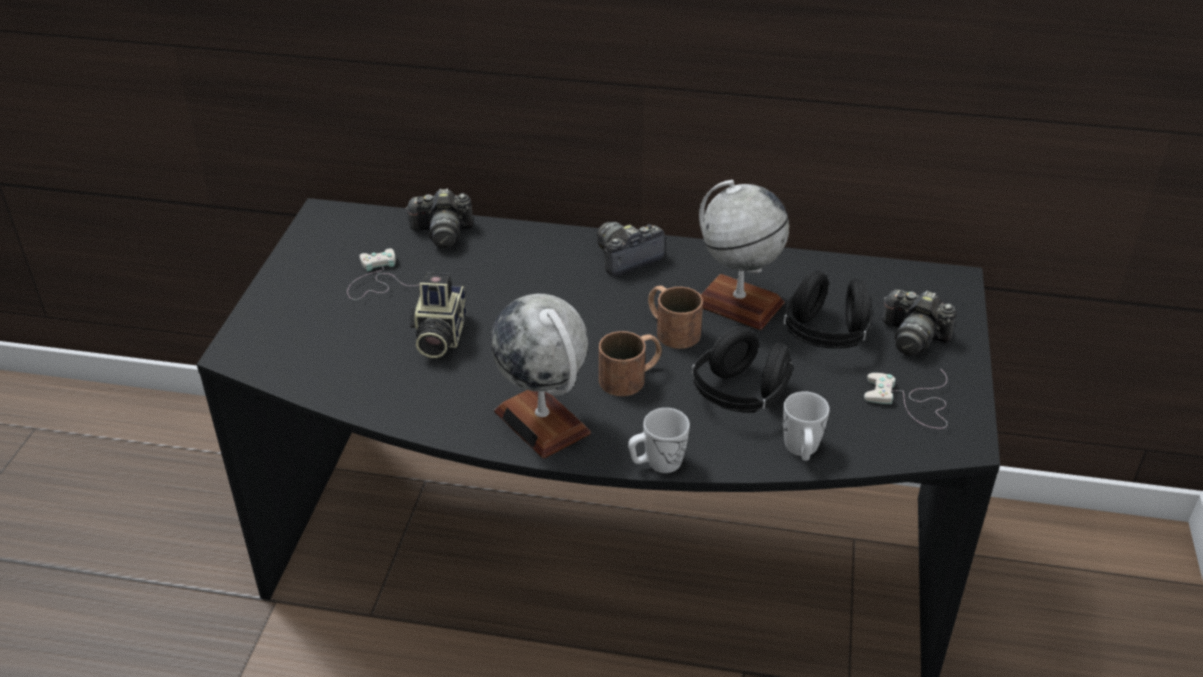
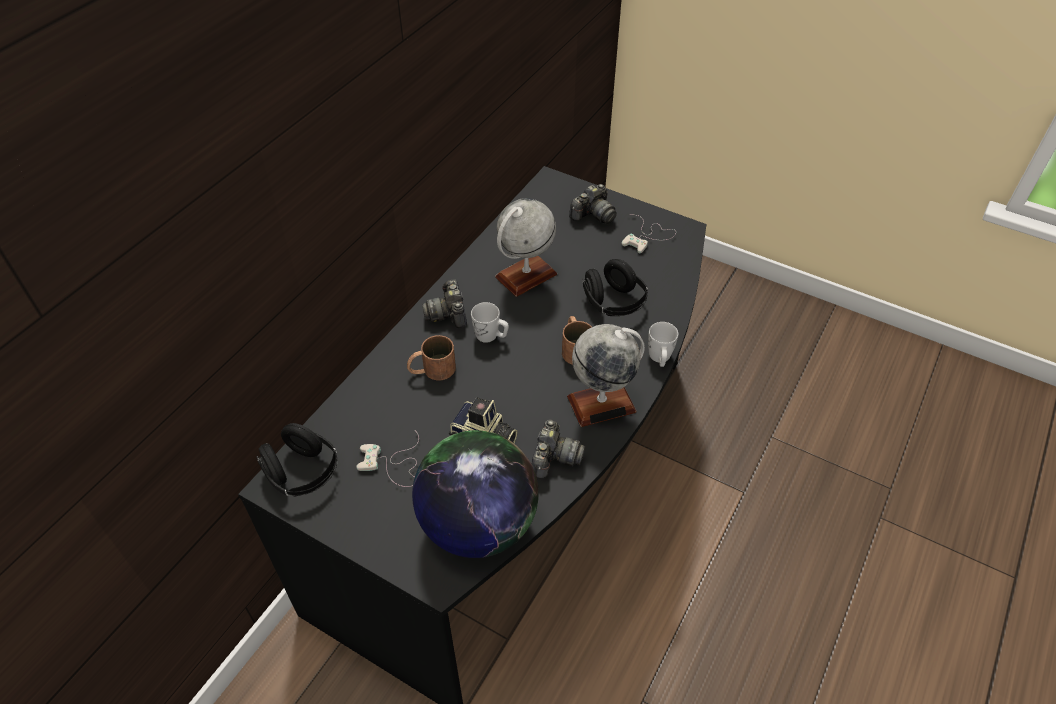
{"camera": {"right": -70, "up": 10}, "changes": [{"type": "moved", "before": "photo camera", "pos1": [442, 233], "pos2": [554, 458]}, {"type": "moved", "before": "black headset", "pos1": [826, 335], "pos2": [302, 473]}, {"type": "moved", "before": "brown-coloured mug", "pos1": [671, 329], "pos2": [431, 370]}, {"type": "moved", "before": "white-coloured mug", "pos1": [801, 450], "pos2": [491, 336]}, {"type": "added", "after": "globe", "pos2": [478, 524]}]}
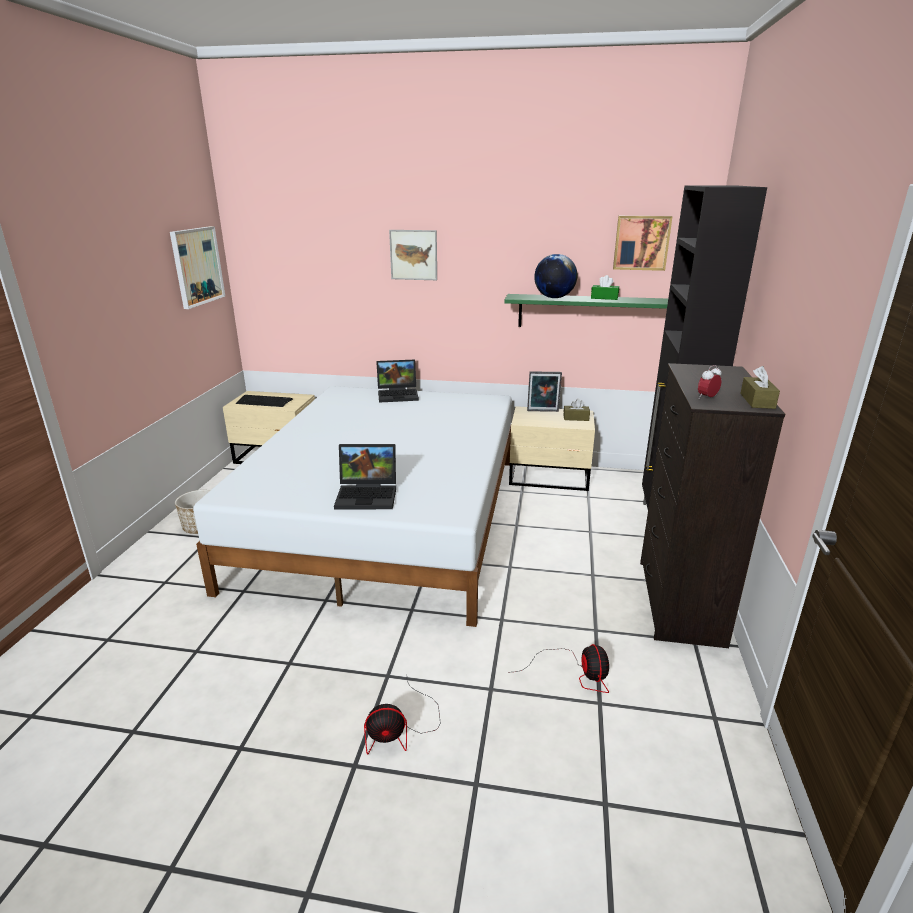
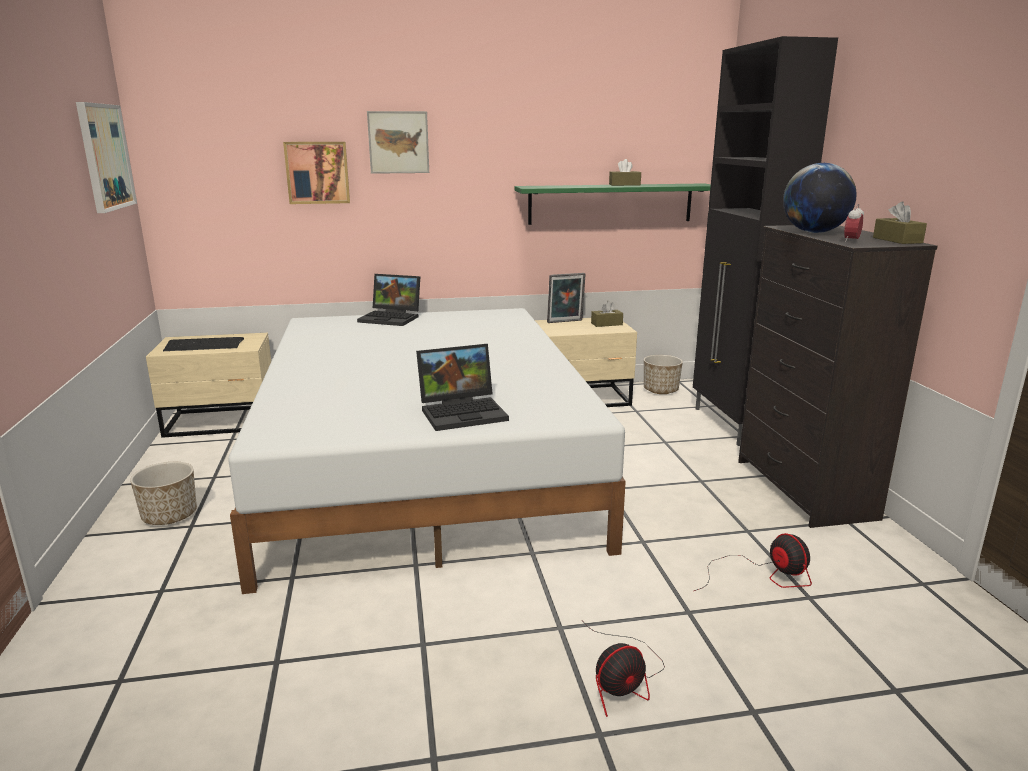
{"camera": {"right": -20, "up": -5}, "changes": [{"type": "moved", "before": "wall art", "pos1": [641, 242], "pos2": [317, 172]}, {"type": "moved", "before": "globe", "pos1": [554, 298], "pos2": [814, 232]}, {"type": "recoloured", "before": "green-coloured box of tissues", "after": "brown-coloured box of tissues", "pos1": [604, 298], "pos2": [624, 185]}, {"type": "turned", "before": "portable computer", "pos1": [399, 395], "pos2": [392, 318], "turn": 45}, {"type": "added", "after": "planter", "pos2": [660, 390]}]}
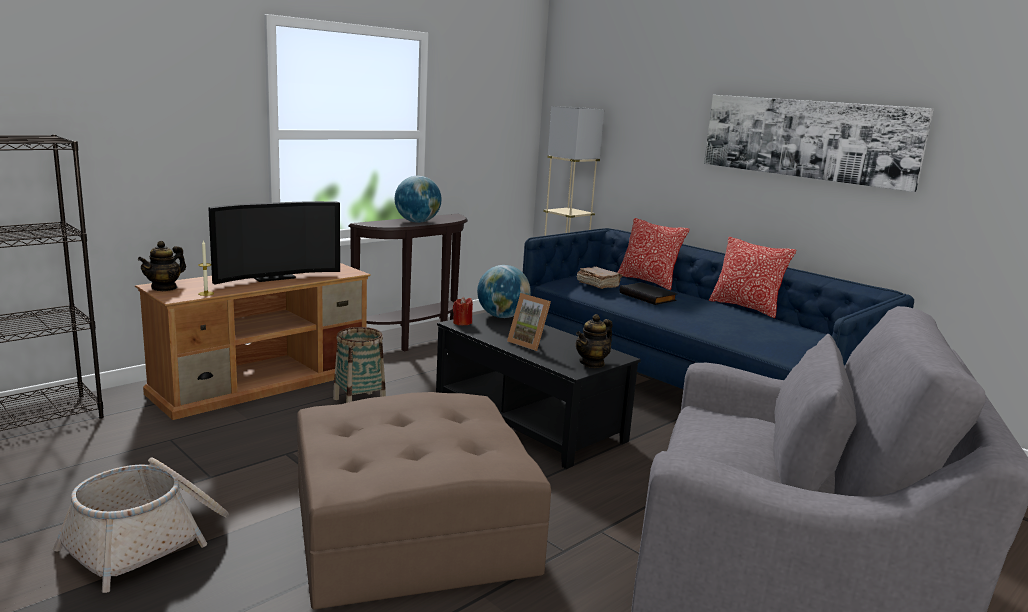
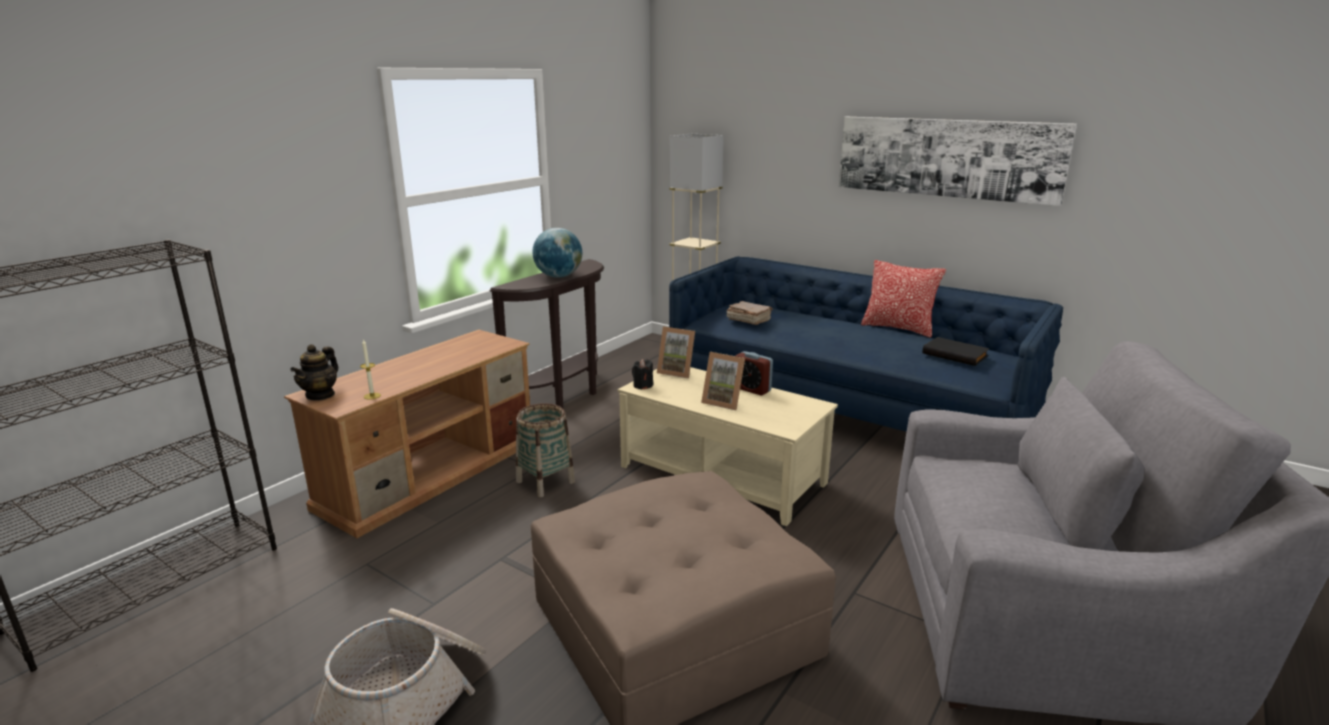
{"camera": {"right": -10, "up": 5}, "changes": [{"type": "removed", "before": "TV set", "pos1": [273, 277]}, {"type": "removed", "before": "cushion", "pos1": [648, 281]}, {"type": "replaced", "before": "globe", "after": "picture frame", "pos1": [502, 316], "pos2": [677, 371]}, {"type": "moved", "before": "black volume", "pos1": [648, 297], "pos2": [955, 354]}, {"type": "recoloured", "before": "red candle", "after": "black candle", "pos1": [462, 323], "pos2": [643, 385]}, {"type": "recoloured", "before": "black coffee table", "after": "beige-coloured coffee table", "pos1": [529, 420], "pos2": [723, 474]}, {"type": "removed", "before": "pot for tea", "pos1": [592, 363]}, {"type": "added", "after": "bedside clock", "pos2": [752, 389]}]}
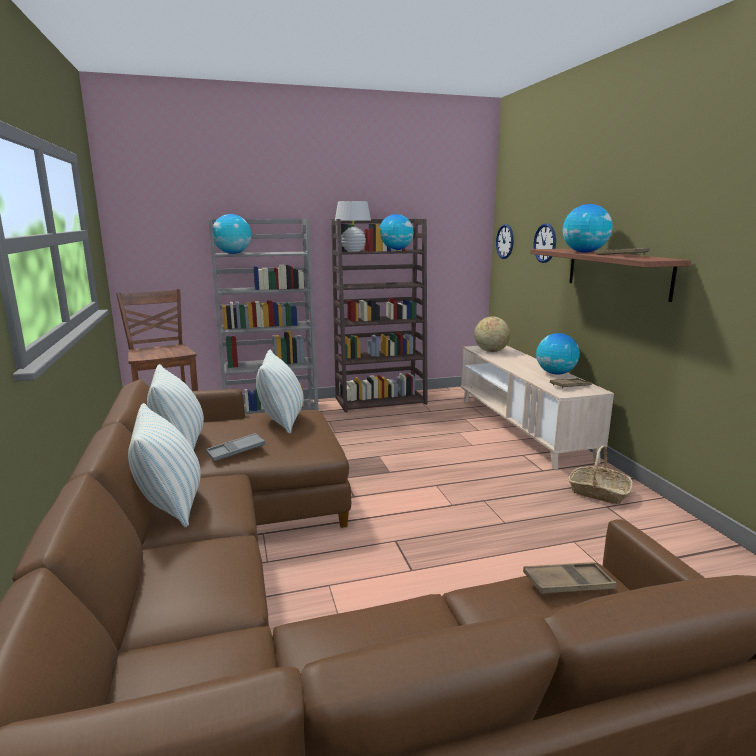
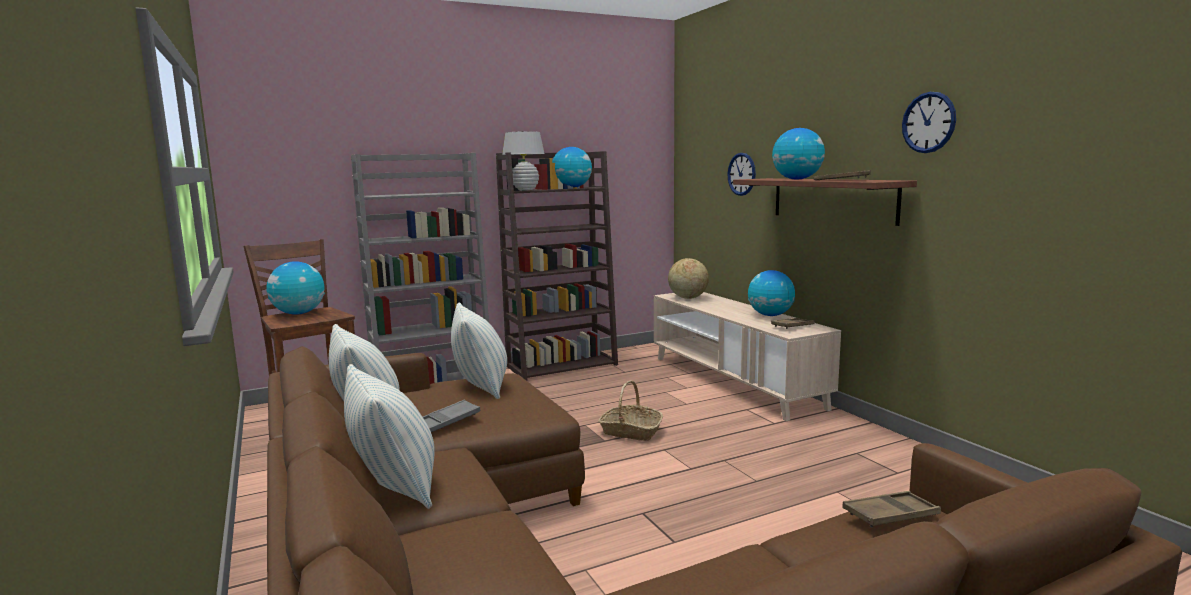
{"camera": {"right": -10, "up": -5}, "changes": [{"type": "moved", "before": "globe", "pos1": [233, 253], "pos2": [299, 313]}, {"type": "moved", "before": "wall clock", "pos1": [505, 241], "pos2": [928, 122]}, {"type": "moved", "before": "household basket", "pos1": [598, 492], "pos2": [630, 431]}]}
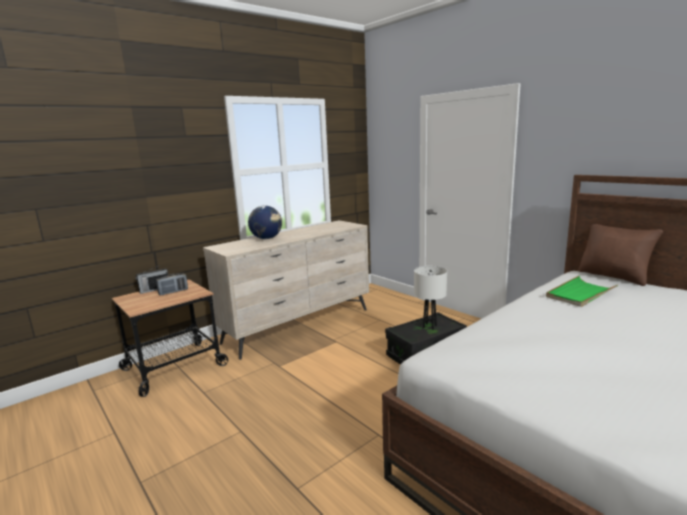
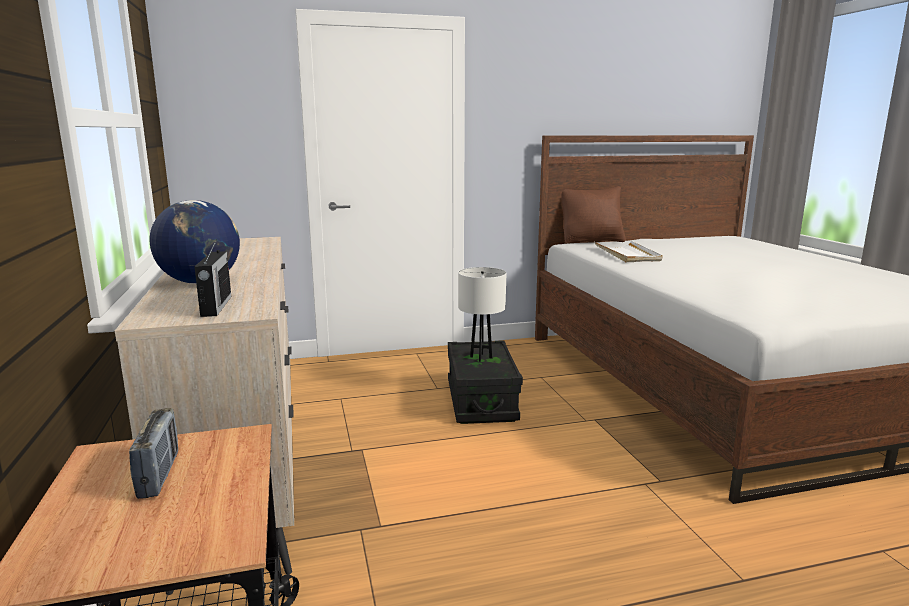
{"camera": {"right": -65, "up": 0}, "changes": [{"type": "moved", "before": "radio set", "pos1": [154, 290], "pos2": [216, 306]}, {"type": "recoloured", "before": "green-coloured carrying tray", "after": "white-coloured carrying tray", "pos1": [580, 294], "pos2": [627, 254]}]}
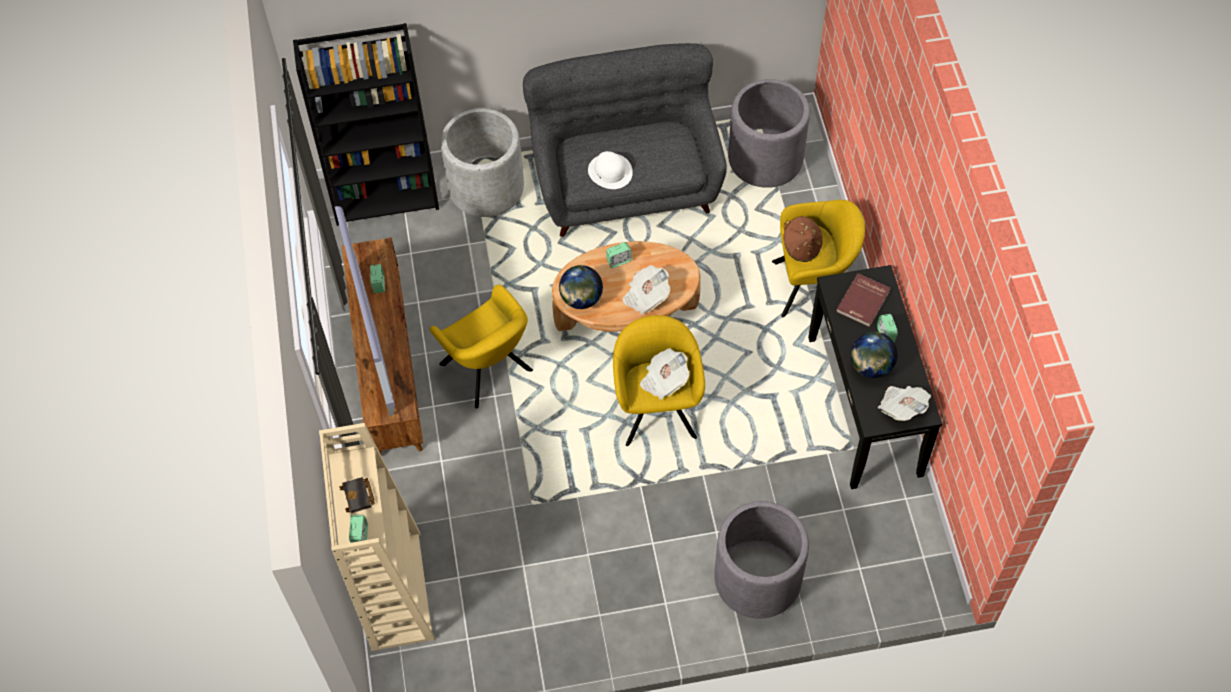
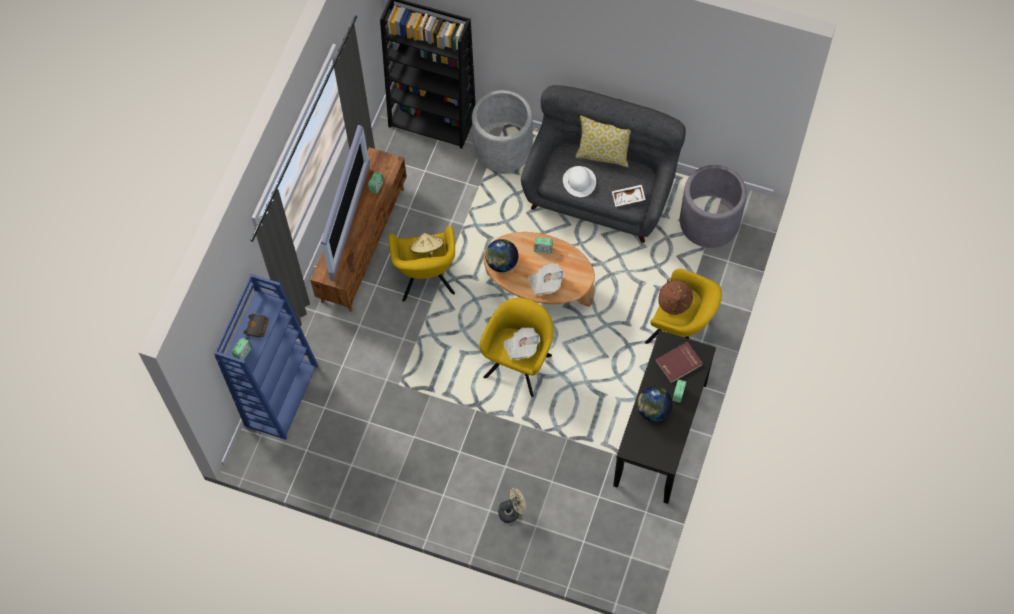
{"camera": {"right": 30, "up": 5}, "changes": [{"type": "removed", "before": "newspaper", "pos1": [902, 407]}, {"type": "recoloured", "before": "beige-coloured bookshelf", "after": "bluish bookshelf", "pos1": [395, 589], "pos2": [281, 394]}, {"type": "replaced", "before": "greyish planter", "after": "beige-coloured electric fan", "pos1": [757, 578], "pos2": [512, 511]}, {"type": "added", "after": "cushion", "pos2": [603, 155]}, {"type": "added", "after": "white-coloured carrying tray", "pos2": [628, 198]}, {"type": "added", "after": "beige-coloured hat", "pos2": [427, 250]}]}
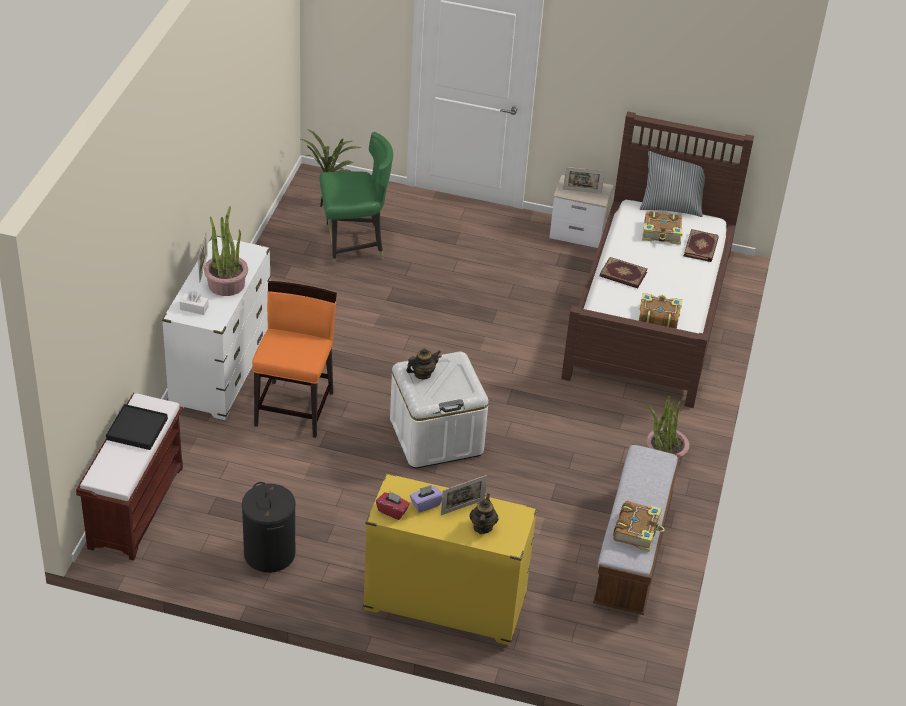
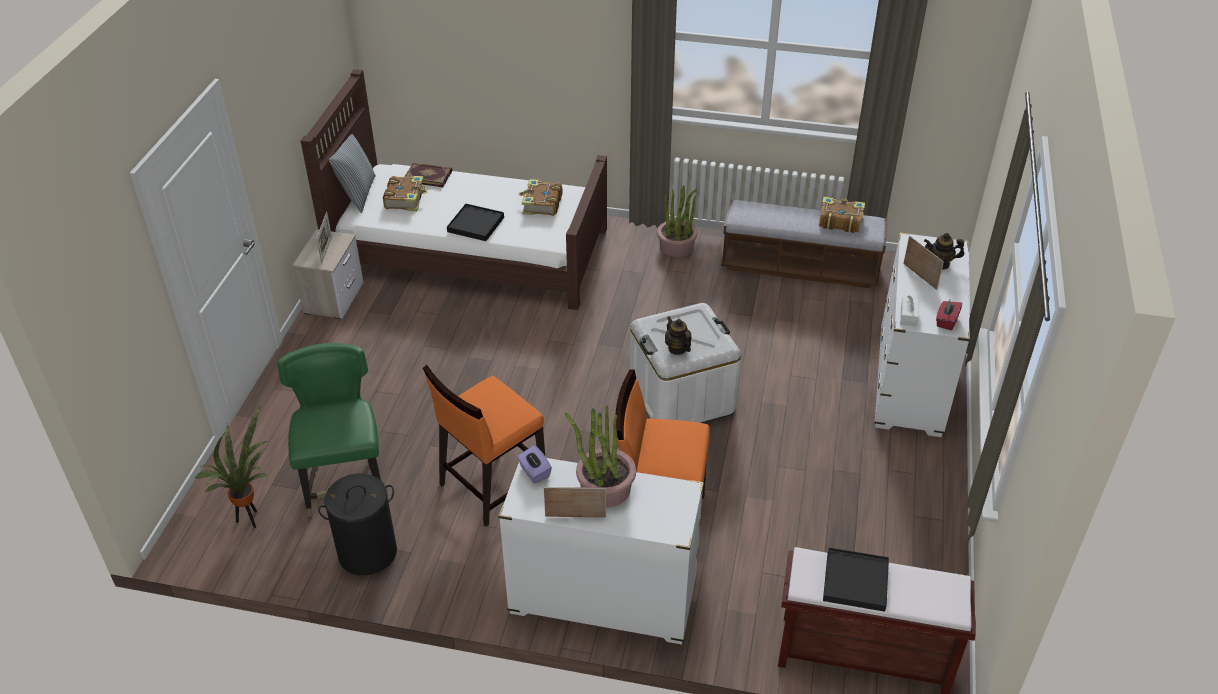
{"camera": {"right": -90, "up": 0}, "changes": [{"type": "replaced", "before": "volume", "after": "black carrying tray", "pos1": [623, 275], "pos2": [476, 225]}, {"type": "moved", "before": "white-coloured box of tissues", "pos1": [194, 308], "pos2": [908, 316]}, {"type": "recoloured", "before": "yellowish drawer chest", "after": "white-coloured drawer chest", "pos1": [444, 604], "pos2": [909, 382]}, {"type": "moved", "before": "black washing basket", "pos1": [269, 553], "pos2": [367, 553]}, {"type": "moved", "before": "purplish box of tissues", "pos1": [425, 504], "pos2": [534, 472]}, {"type": "added", "after": "orange-coloured upright chair", "pos2": [491, 485]}]}
